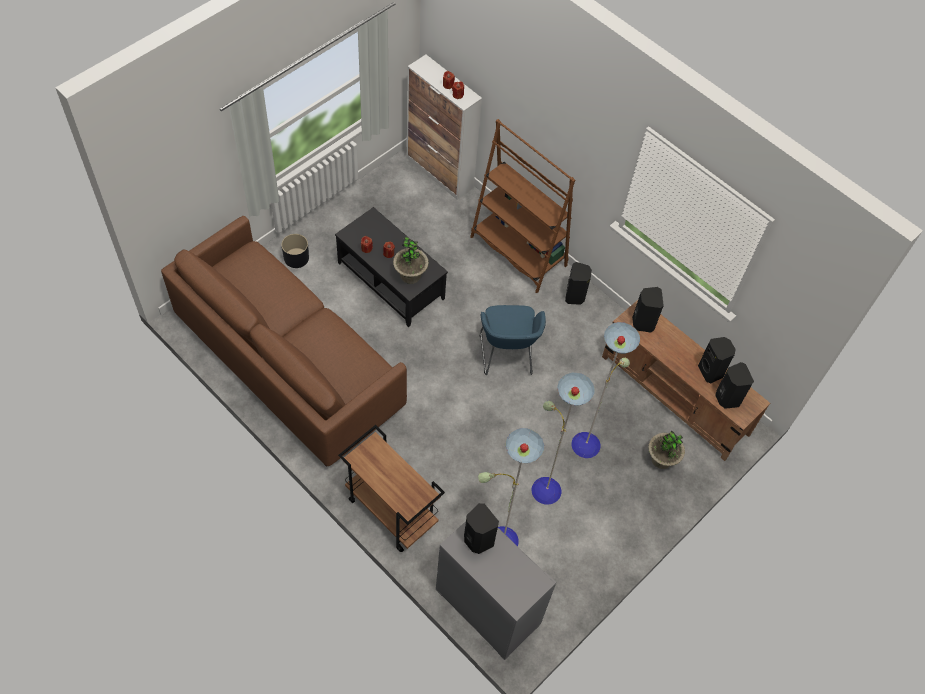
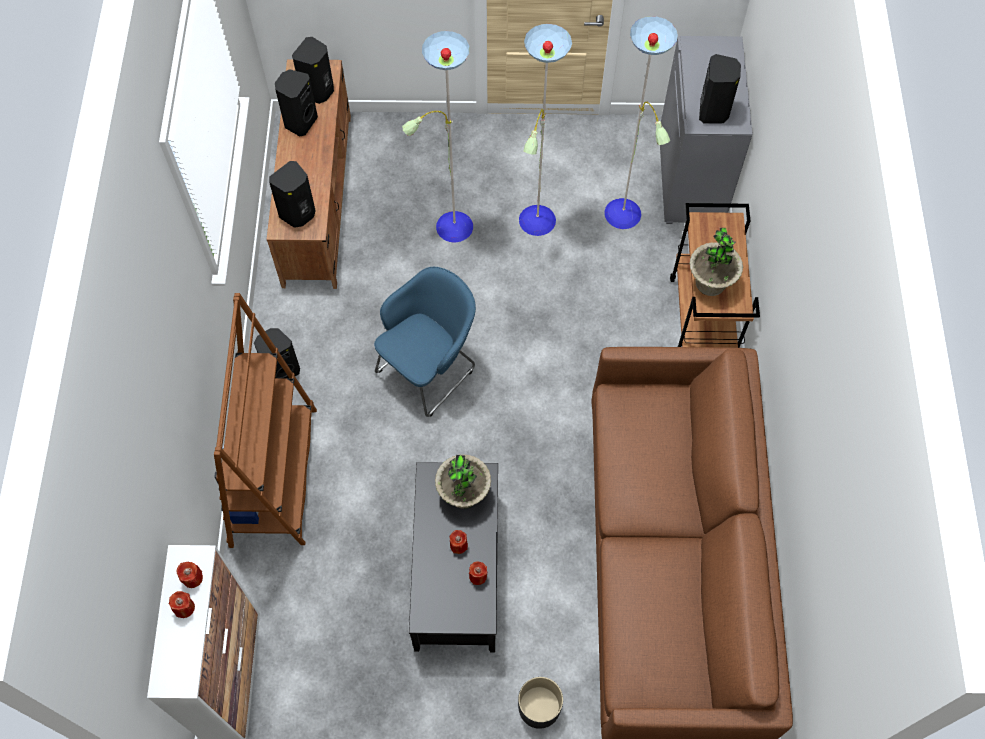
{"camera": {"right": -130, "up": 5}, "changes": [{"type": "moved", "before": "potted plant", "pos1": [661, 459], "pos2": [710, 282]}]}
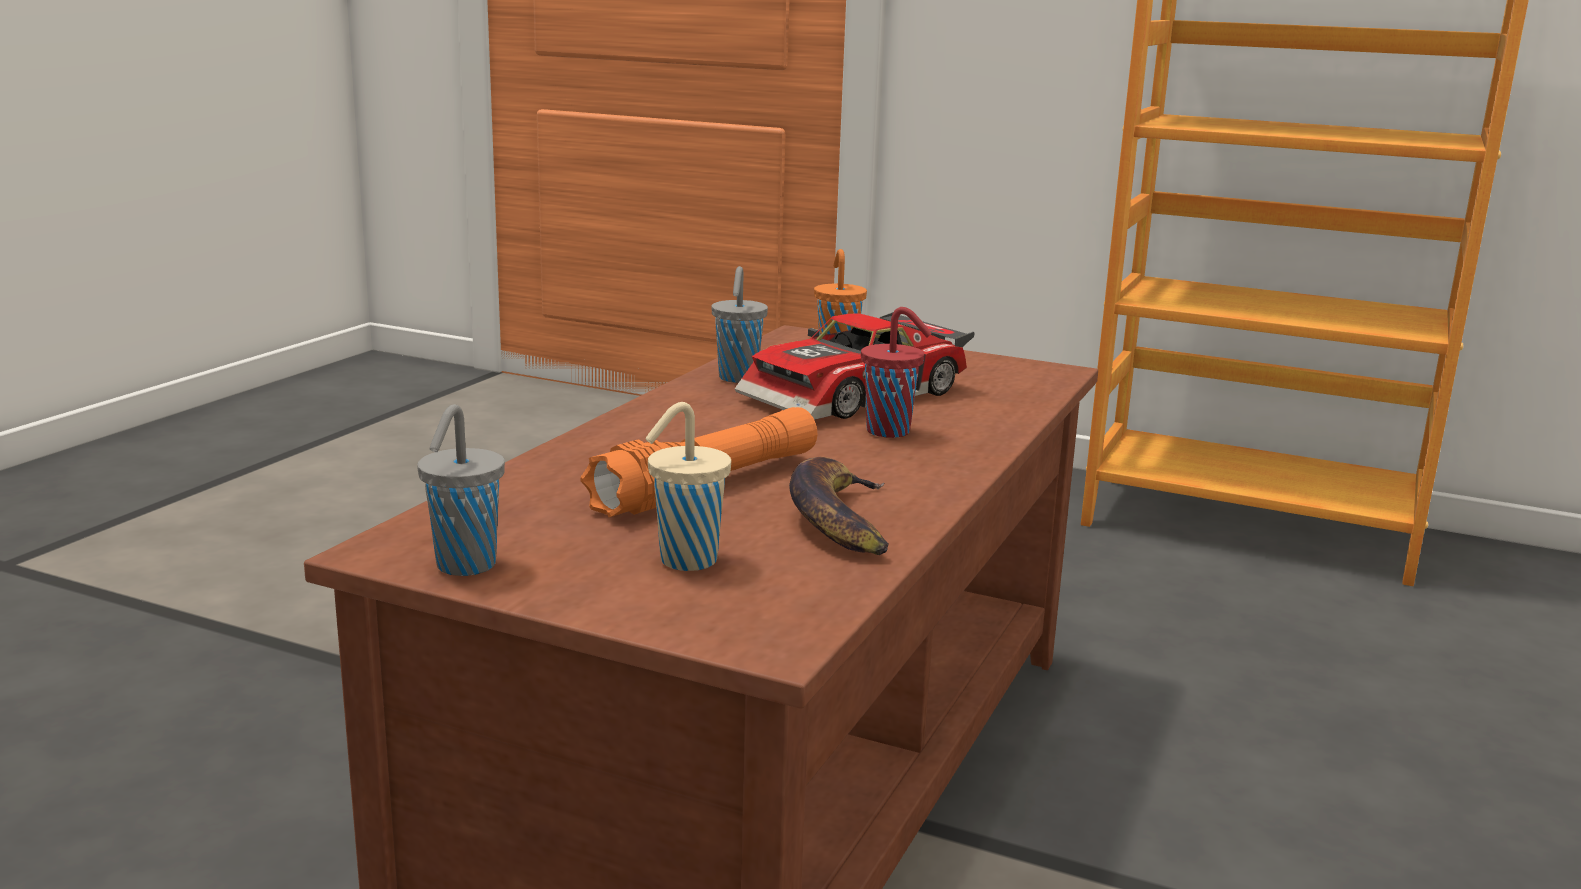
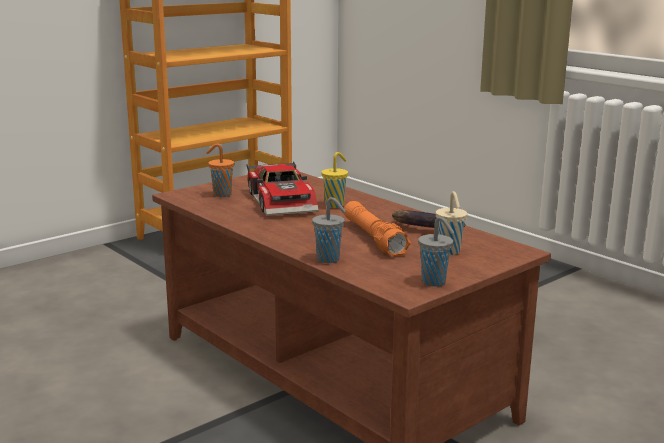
{"camera": {"right": -65, "up": 0}, "changes": [{"type": "moved", "before": "greyish small cup", "pos1": [737, 379], "pos2": [329, 260]}, {"type": "recoloured", "before": "red small cup", "after": "yellowish small cup", "pos1": [891, 432], "pos2": [335, 205]}]}
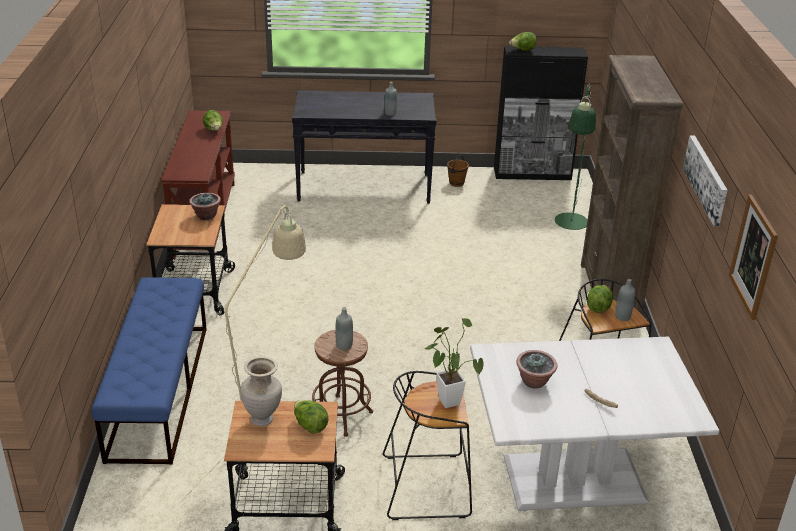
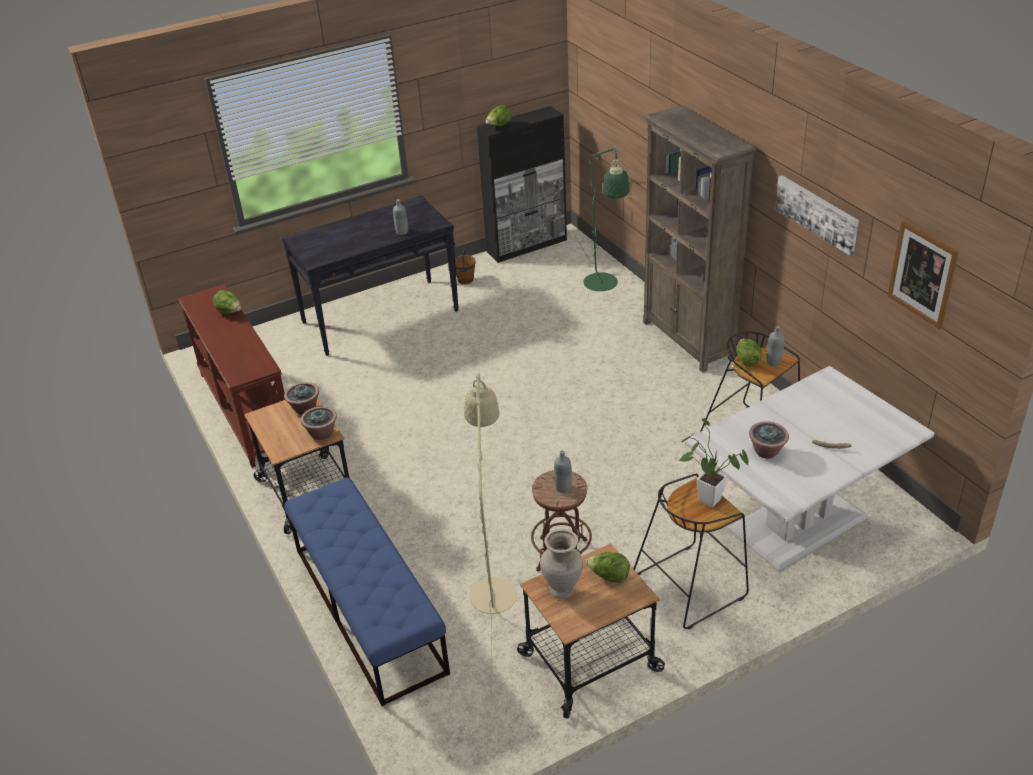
{"camera": {"right": -25, "up": 5}, "changes": [{"type": "added", "after": "potted plant", "pos2": [321, 434]}]}
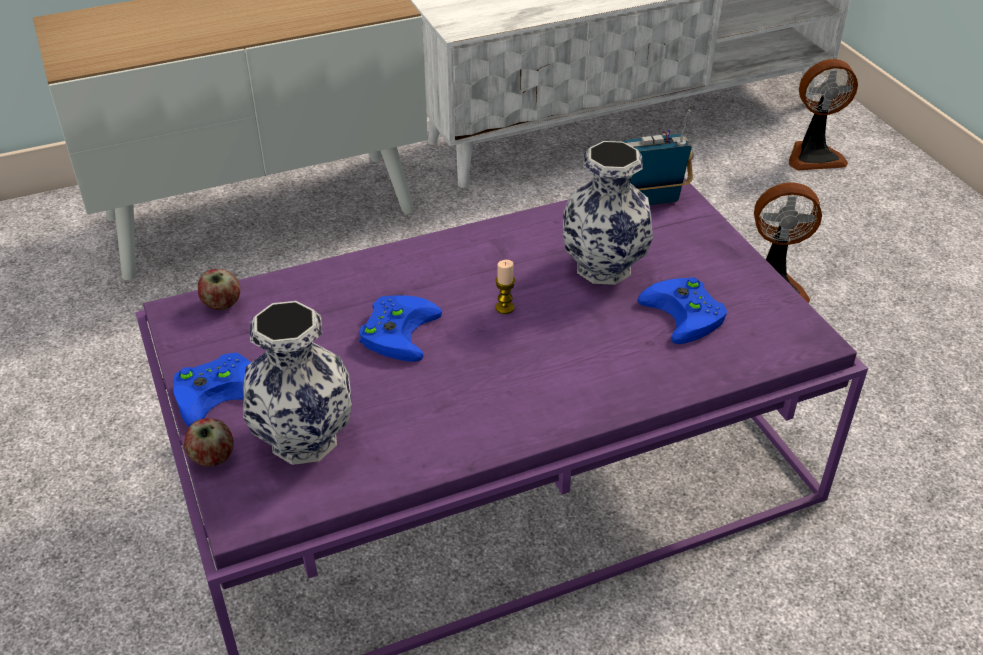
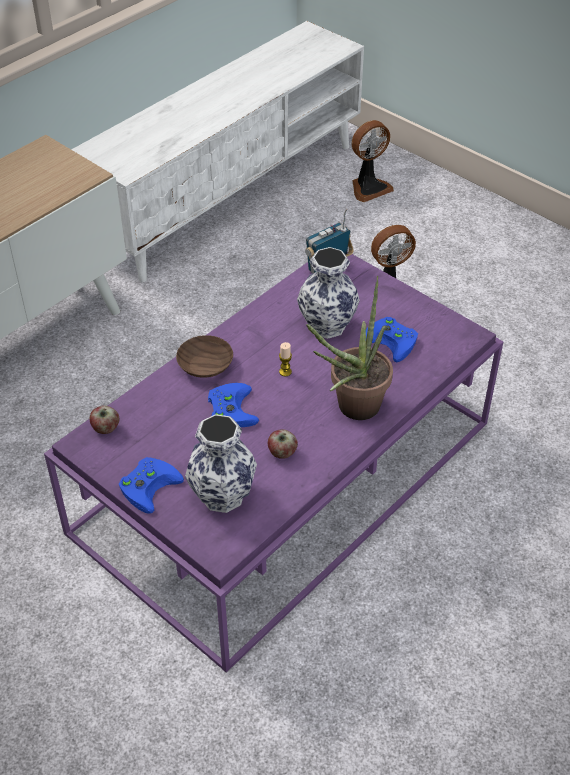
{"camera": {"right": -25, "up": 5}, "changes": [{"type": "moved", "before": "apple", "pos1": [212, 458], "pos2": [282, 453]}, {"type": "added", "after": "potted plant", "pos2": [351, 410]}, {"type": "added", "after": "brown-coloured serving bowl", "pos2": [204, 365]}]}
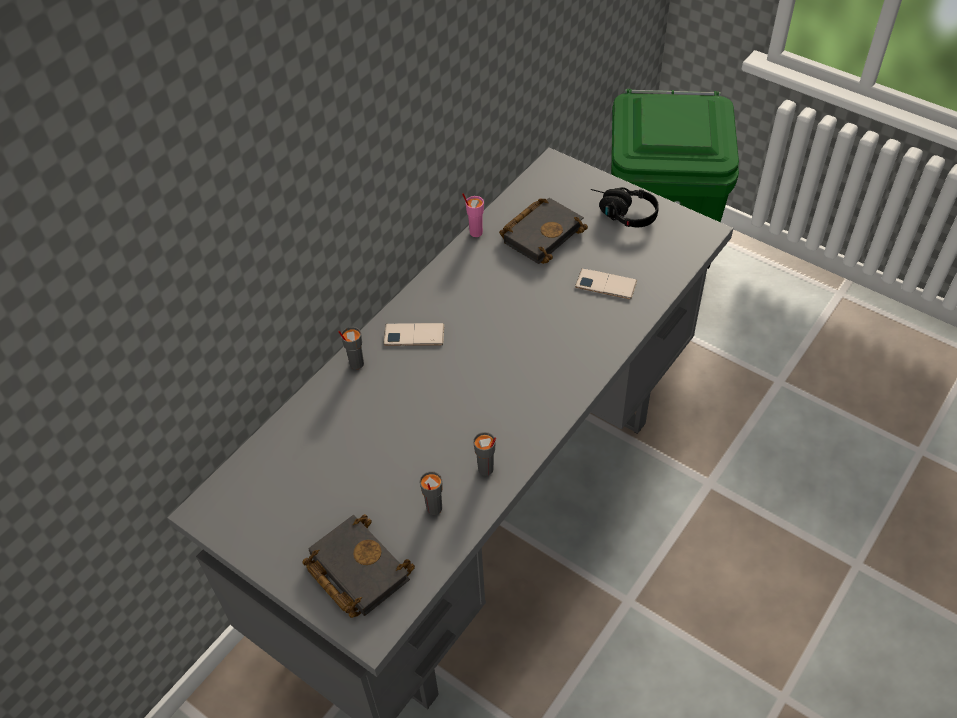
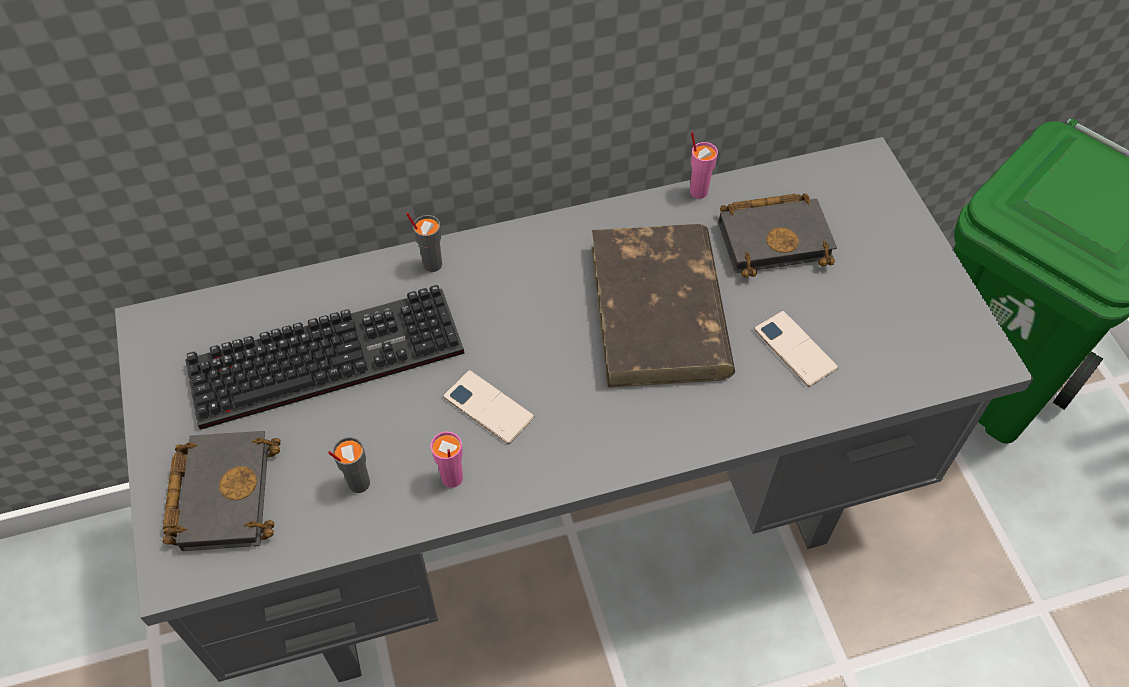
{"camera": {"right": 35, "up": 5}, "changes": [{"type": "removed", "before": "black headset", "pos1": [621, 214]}, {"type": "moved", "before": "telephone", "pos1": [414, 335], "pos2": [488, 407]}, {"type": "recoloured", "before": "greyish small cup", "after": "pink-coloured small cup", "pos1": [486, 469], "pos2": [452, 478]}, {"type": "added", "after": "brown-coloured volume", "pos2": [659, 312]}, {"type": "added", "after": "PC keyboard", "pos2": [330, 353]}]}
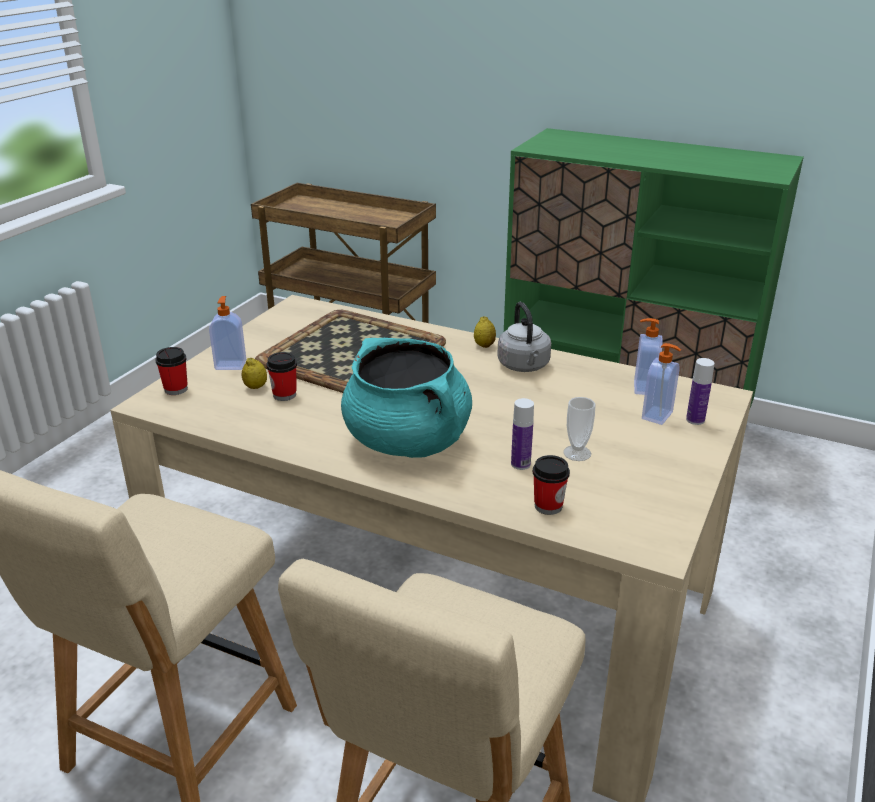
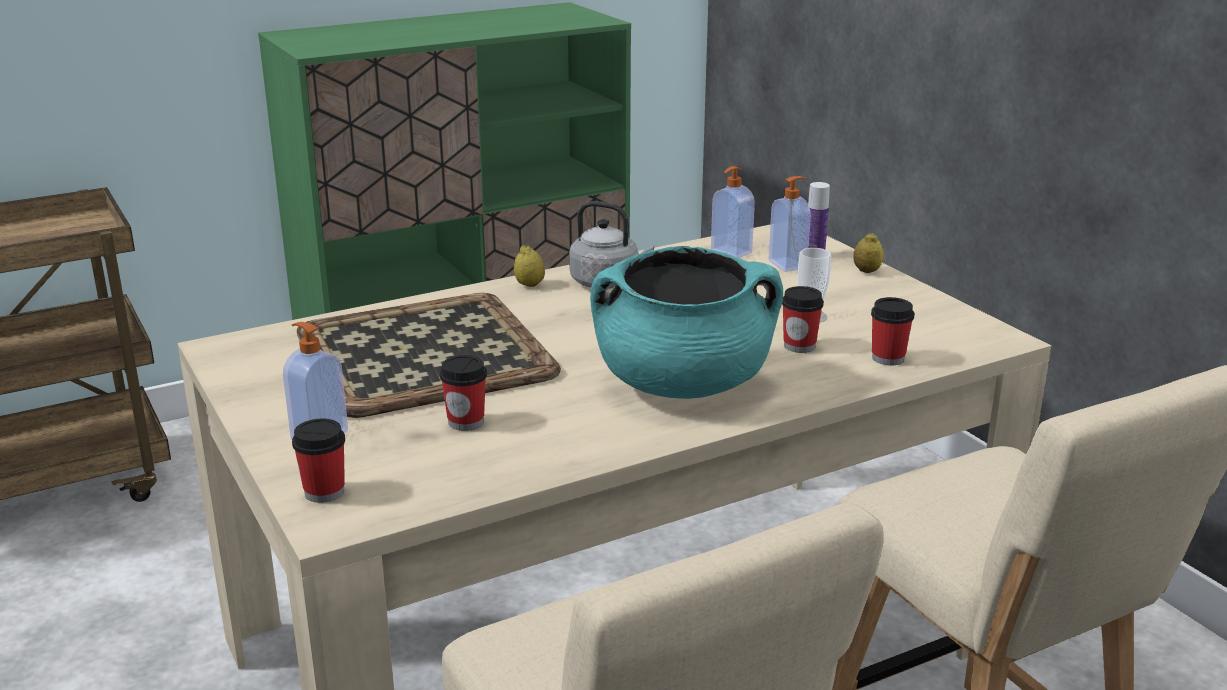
{"camera": {"right": -55, "up": -5}, "changes": [{"type": "moved", "before": "lemon", "pos1": [255, 387], "pos2": [867, 271]}, {"type": "replaced", "before": "drink bottle", "after": "small cup", "pos1": [520, 464], "pos2": [799, 346]}]}
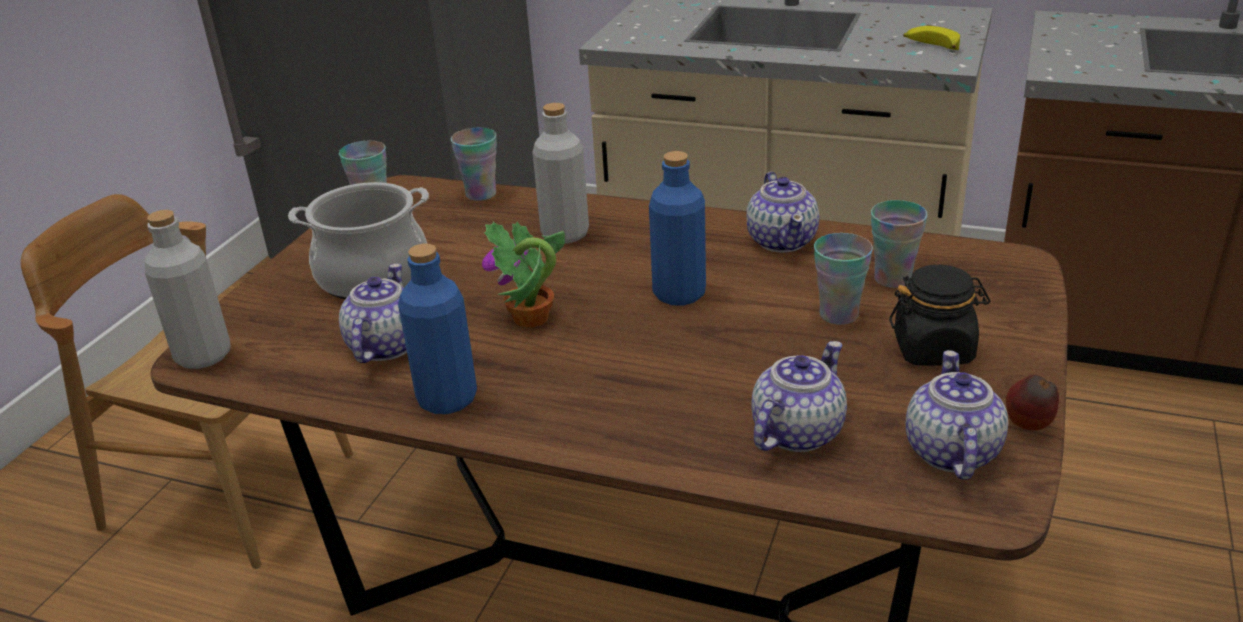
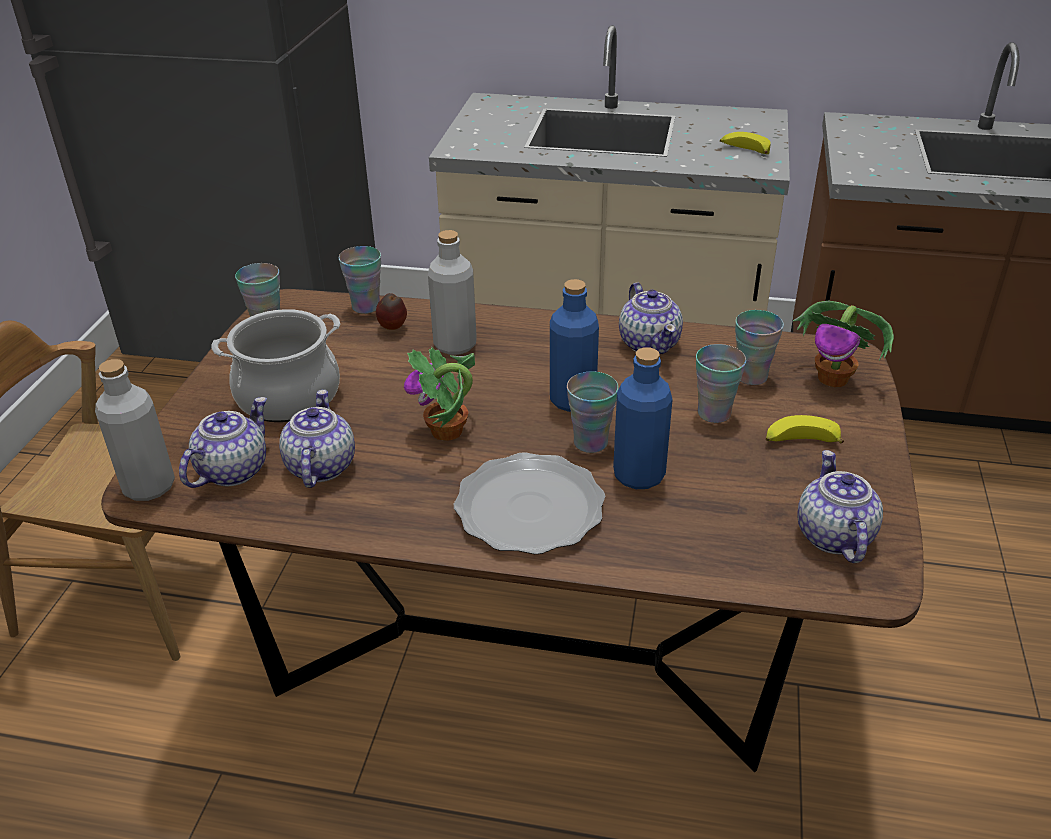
{"camera": {"right": -10, "up": 5}, "changes": [{"type": "moved", "before": "bluish drink bottle", "pos1": [447, 399], "pos2": [639, 475]}, {"type": "replaced", "before": "black storage jar", "after": "banana", "pos1": [934, 349], "pos2": [800, 442]}, {"type": "moved", "before": "pot for tea", "pos1": [796, 431], "pos2": [232, 470]}, {"type": "moved", "before": "apple", "pos1": [1028, 427], "pos2": [393, 329]}, {"type": "added", "after": "potted plant", "pos2": [834, 379]}, {"type": "added", "after": "small cup", "pos2": [590, 442]}, {"type": "added", "after": "plate", "pos2": [529, 509]}]}
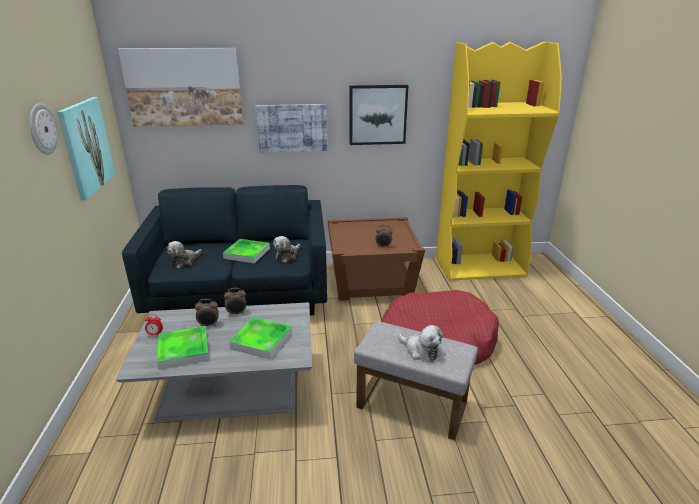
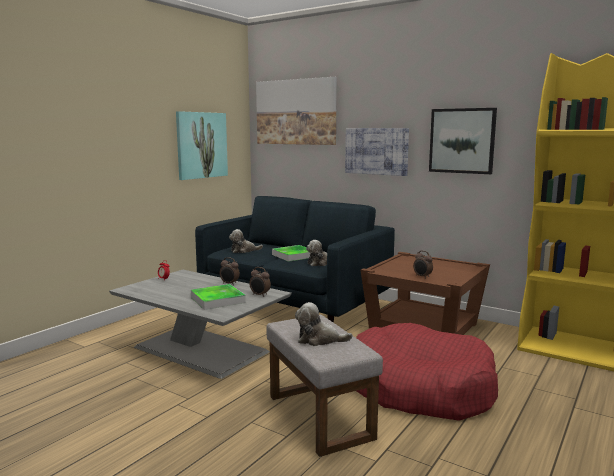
{"camera": {"right": 40, "up": -15}, "changes": [{"type": "removed", "before": "wall clock", "pos1": [42, 129]}, {"type": "moved", "before": "bedside clock", "pos1": [209, 325], "pos2": [260, 295]}, {"type": "turned", "before": "cuddly toy", "pos1": [420, 351], "pos2": [319, 340], "turn": 105}, {"type": "removed", "before": "carrying tray", "pos1": [183, 350]}]}
